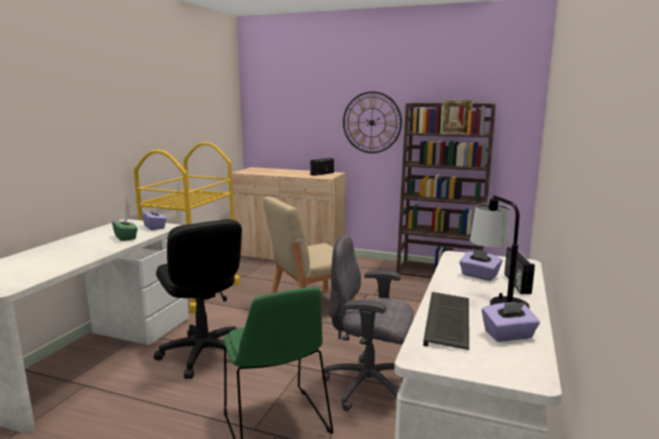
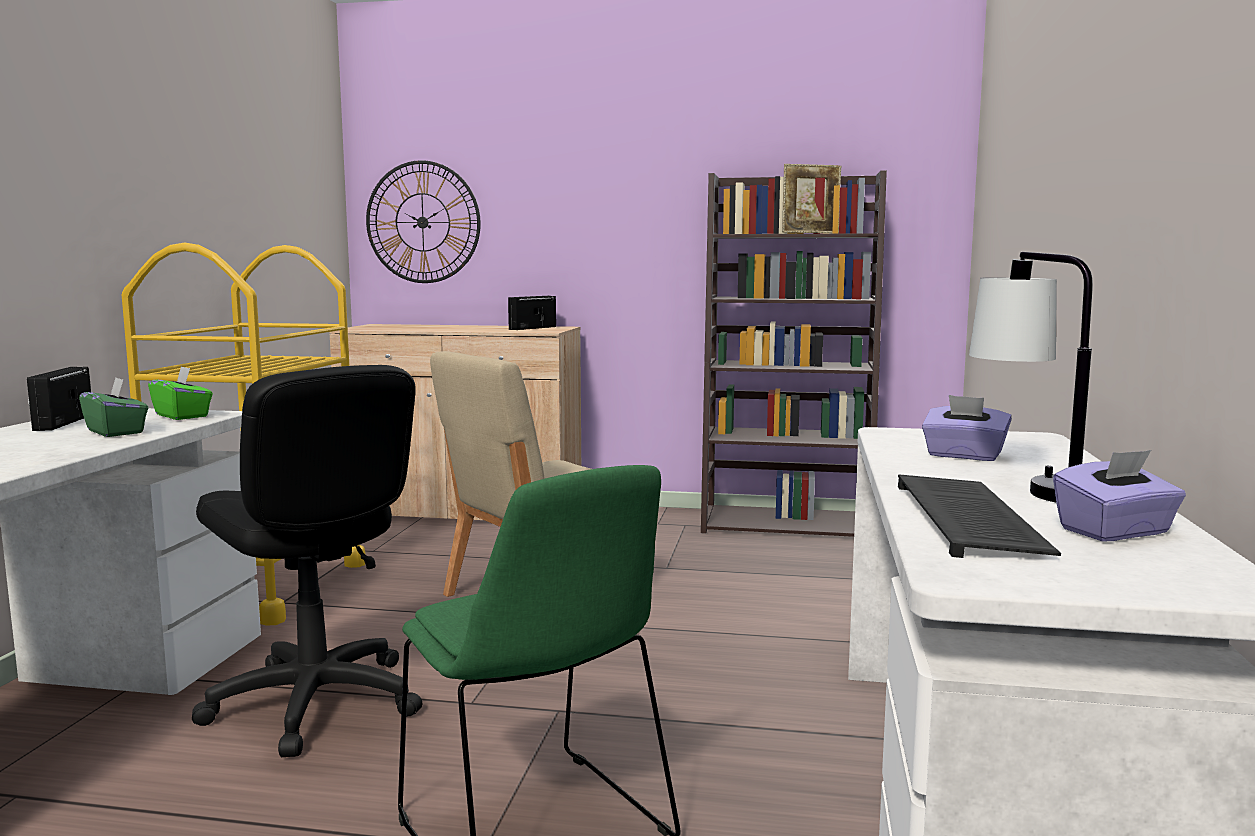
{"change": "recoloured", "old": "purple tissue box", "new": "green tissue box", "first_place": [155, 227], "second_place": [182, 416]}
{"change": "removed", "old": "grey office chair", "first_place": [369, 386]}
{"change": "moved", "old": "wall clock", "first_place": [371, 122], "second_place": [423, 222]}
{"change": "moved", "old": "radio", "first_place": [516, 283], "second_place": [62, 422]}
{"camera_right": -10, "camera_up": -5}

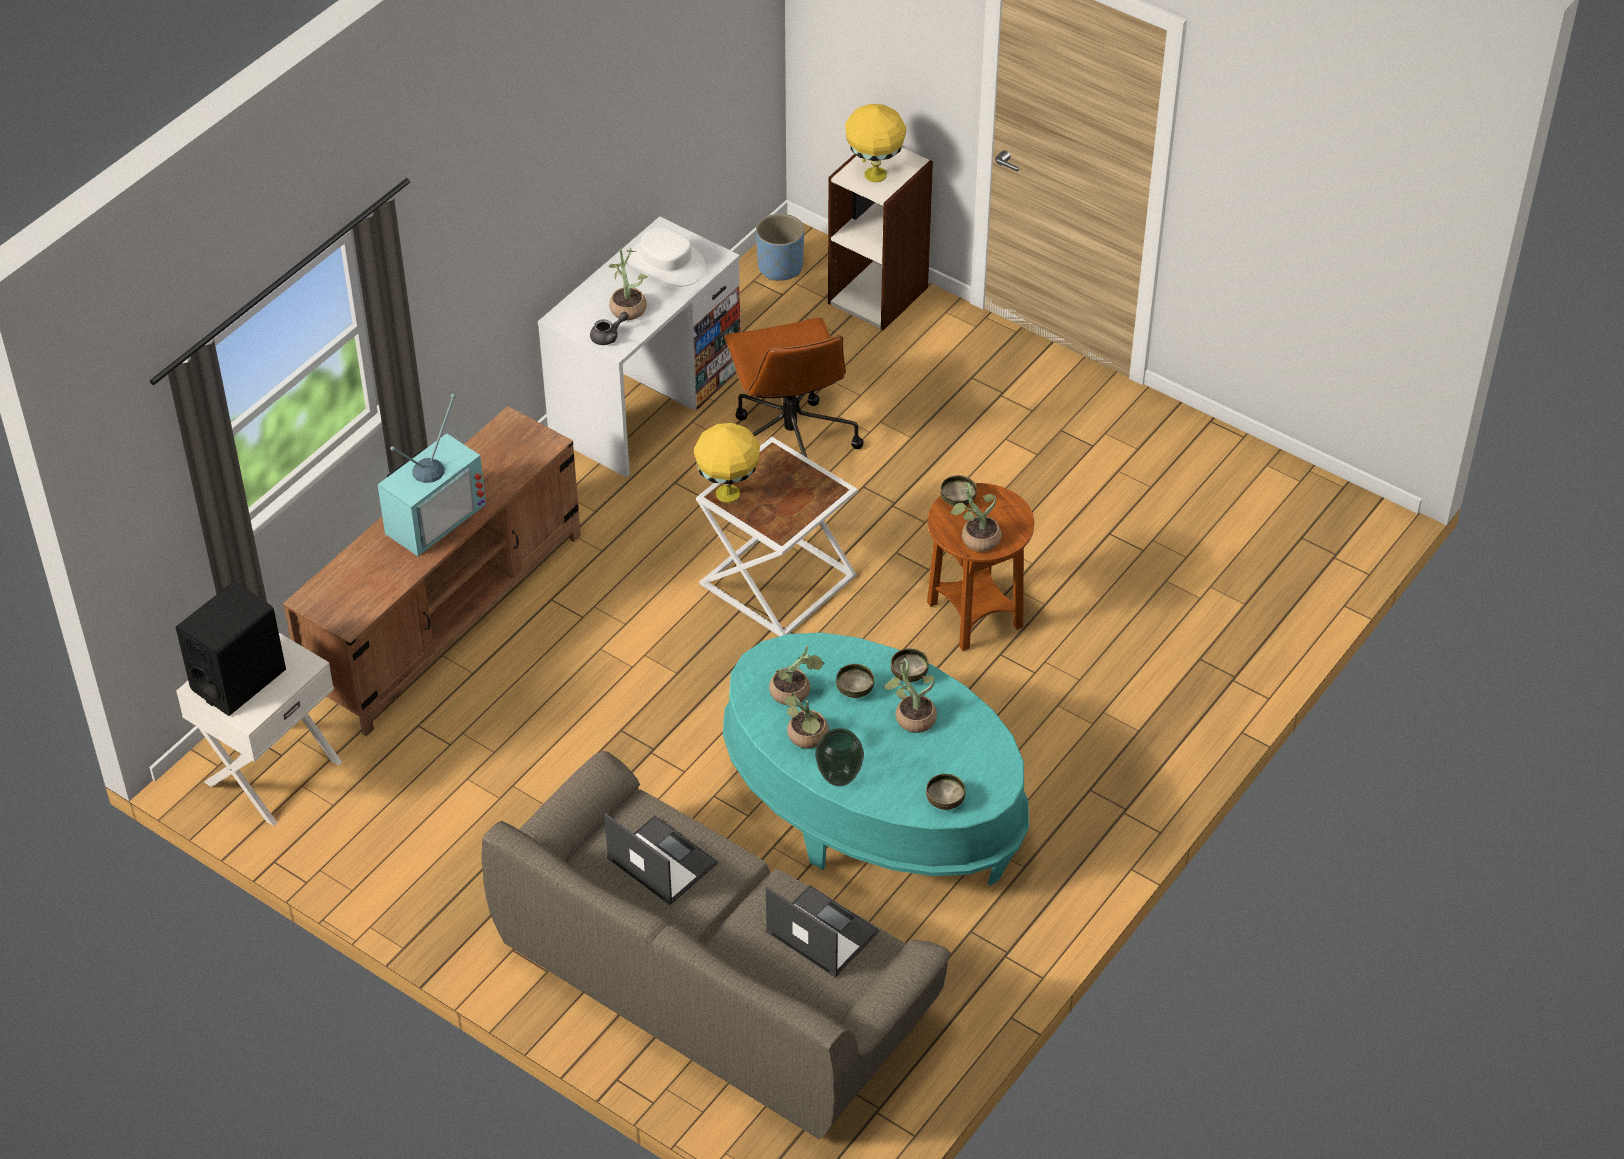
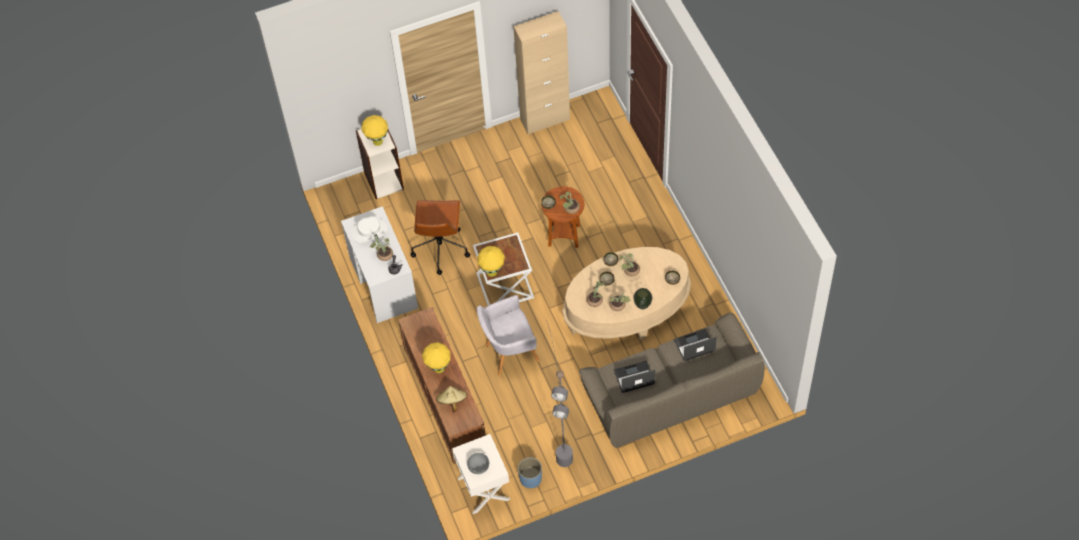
{"change": "replaced", "old": "black speaker", "new": "grey bowl", "first_place": [239, 680], "second_place": [479, 466]}
{"change": "replaced", "old": "television", "new": "yellow table lamp", "first_place": [433, 515], "second_place": [438, 368]}
{"change": "recoloured", "old": "turquoise coffee table", "new": "beige coffee table", "first_place": [873, 804], "second_place": [626, 309]}
{"change": "turned", "old": "brown office chair", "first_place": [789, 445], "second_place": [440, 248], "degrees": 75}
{"change": "moved", "old": "blue planter", "first_place": [780, 267], "second_place": [530, 479]}
{"change": "added", "new": "beige hat", "second_place": [452, 402]}
{"change": "added", "new": "grey armchair", "second_place": [509, 353]}
{"change": "added", "new": "beige cabinet", "second_place": [545, 119]}
{"change": "added", "new": "grey floor lamp", "second_place": [560, 418]}
{"camera_right": -55, "camera_up": 10}

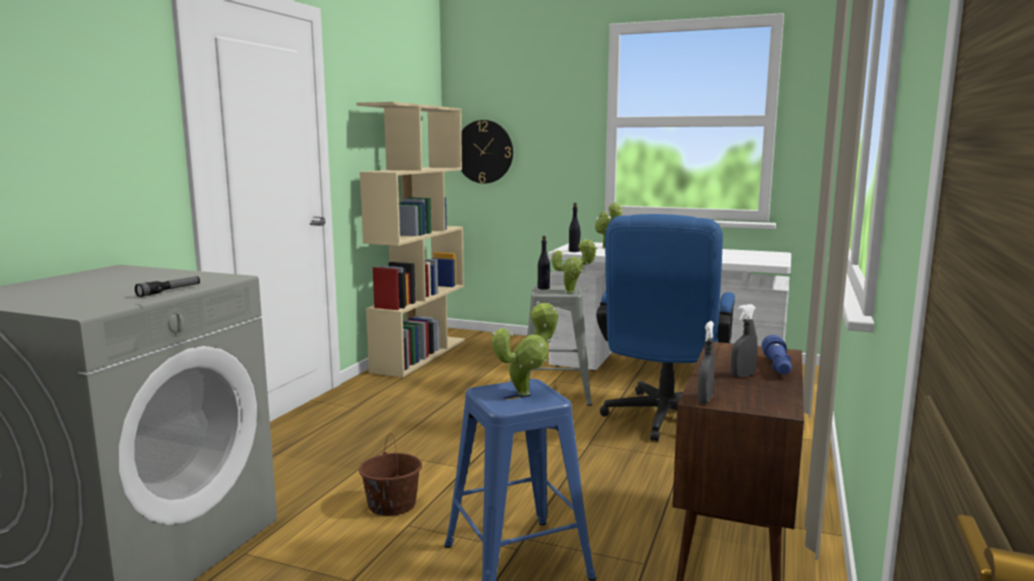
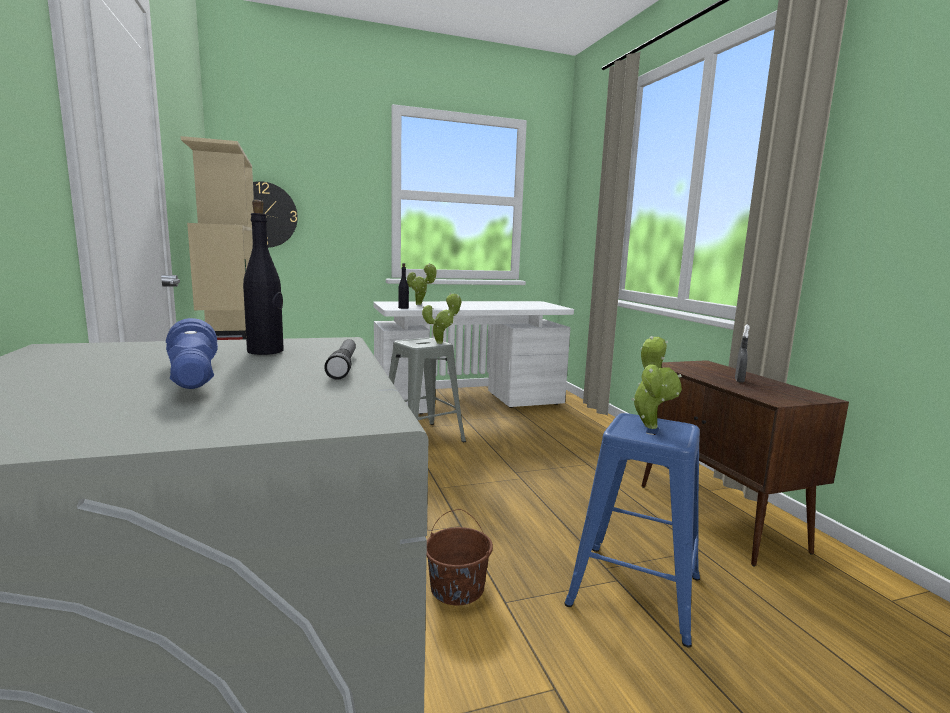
{"change": "moved", "old": "black bottle", "first_place": [543, 288], "second_place": [266, 351]}
{"change": "removed", "old": "blue office chair", "first_place": [662, 421]}
{"change": "removed", "old": "grey spray bottle", "first_place": [705, 400]}
{"change": "moved", "old": "blue flashlight", "first_place": [777, 367], "second_place": [193, 378]}
{"camera_right": -40, "camera_up": 0}

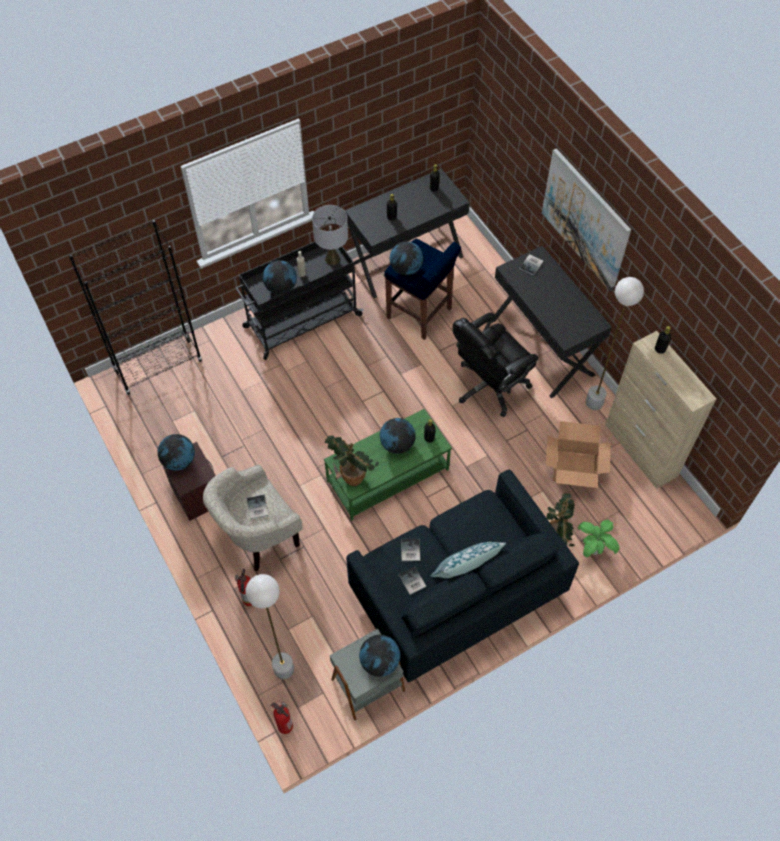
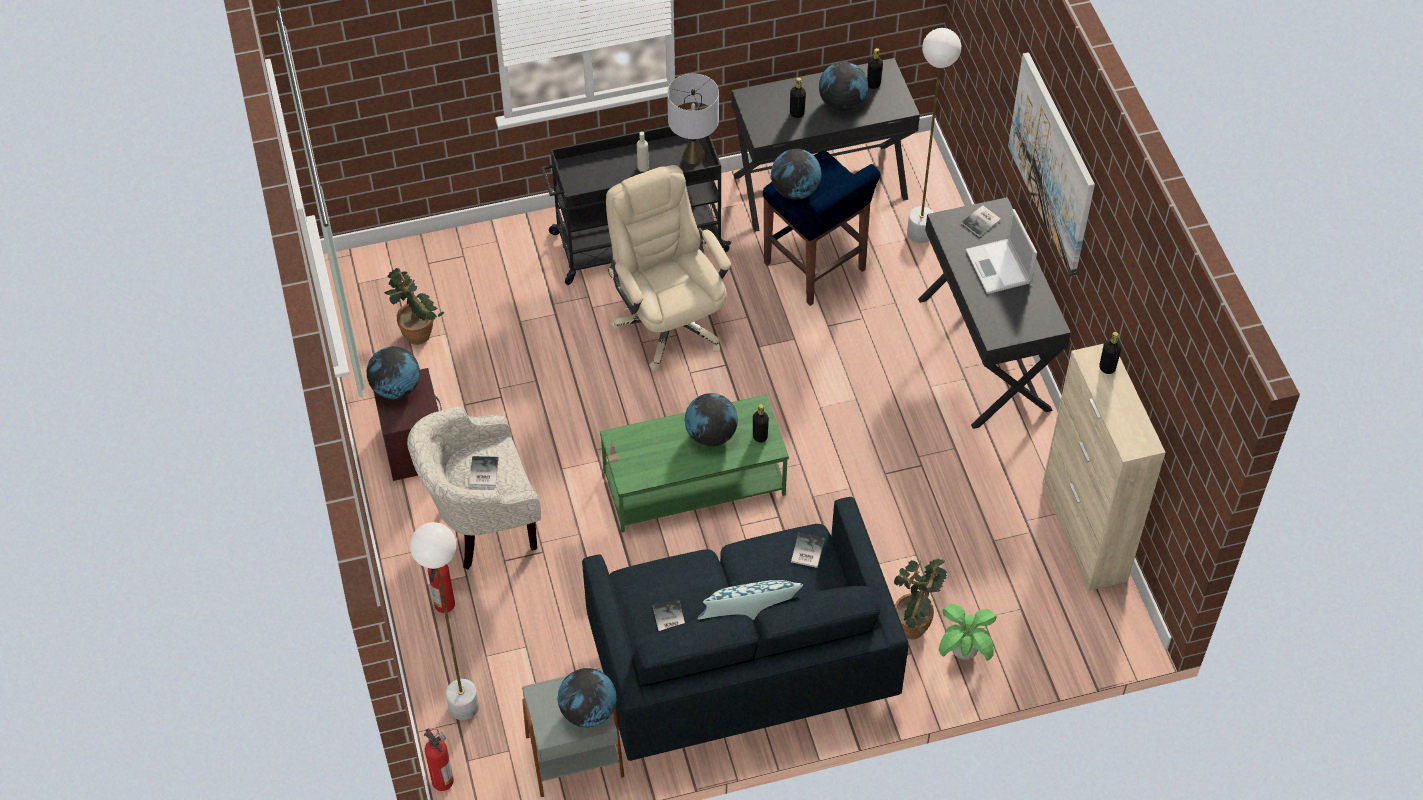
{"change": "removed", "old": "black bookcase", "first_place": [158, 366]}
{"change": "moved", "old": "globe", "first_place": [281, 288], "second_place": [842, 103]}
{"change": "moved", "old": "potted plant", "first_place": [351, 474], "second_place": [416, 330]}
{"change": "moved", "old": "book", "first_place": [409, 550], "second_place": [806, 551]}
{"change": "removed", "old": "black office chair", "first_place": [489, 386]}
{"change": "removed", "old": "cardboard box", "first_place": [574, 468]}
{"change": "moved", "old": "white floor lamp", "first_place": [594, 403], "second_place": [920, 233]}
{"change": "added", "new": "beige office chair", "second_place": [668, 322]}
{"change": "added", "new": "laptop", "second_place": [999, 267]}
{"camera_right": 15, "camera_up": -5}

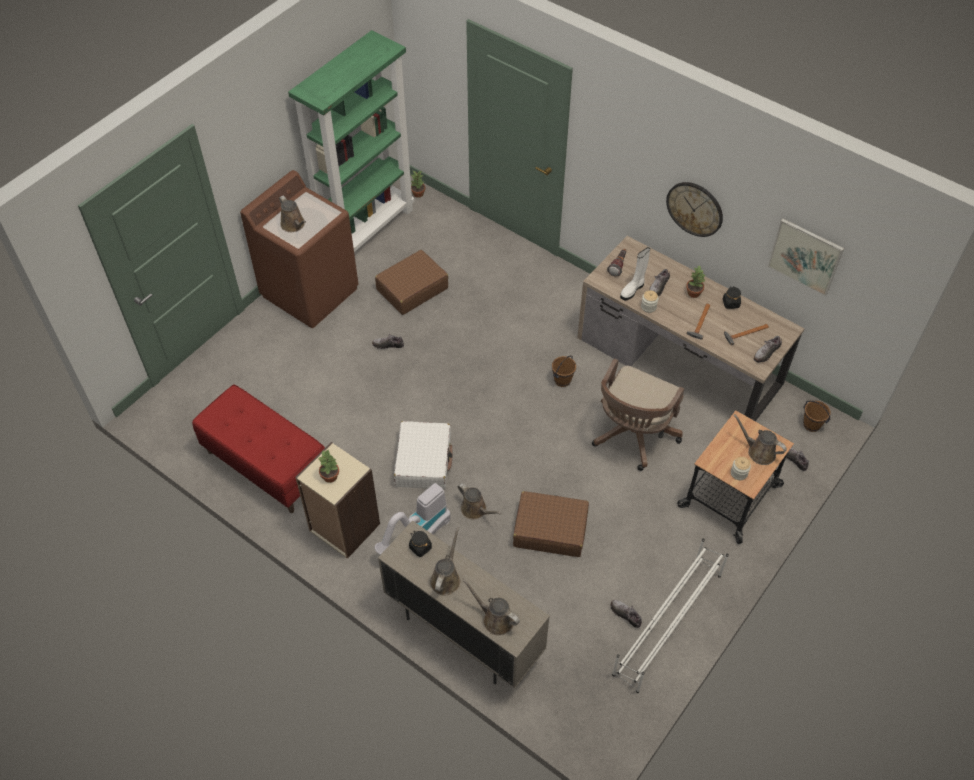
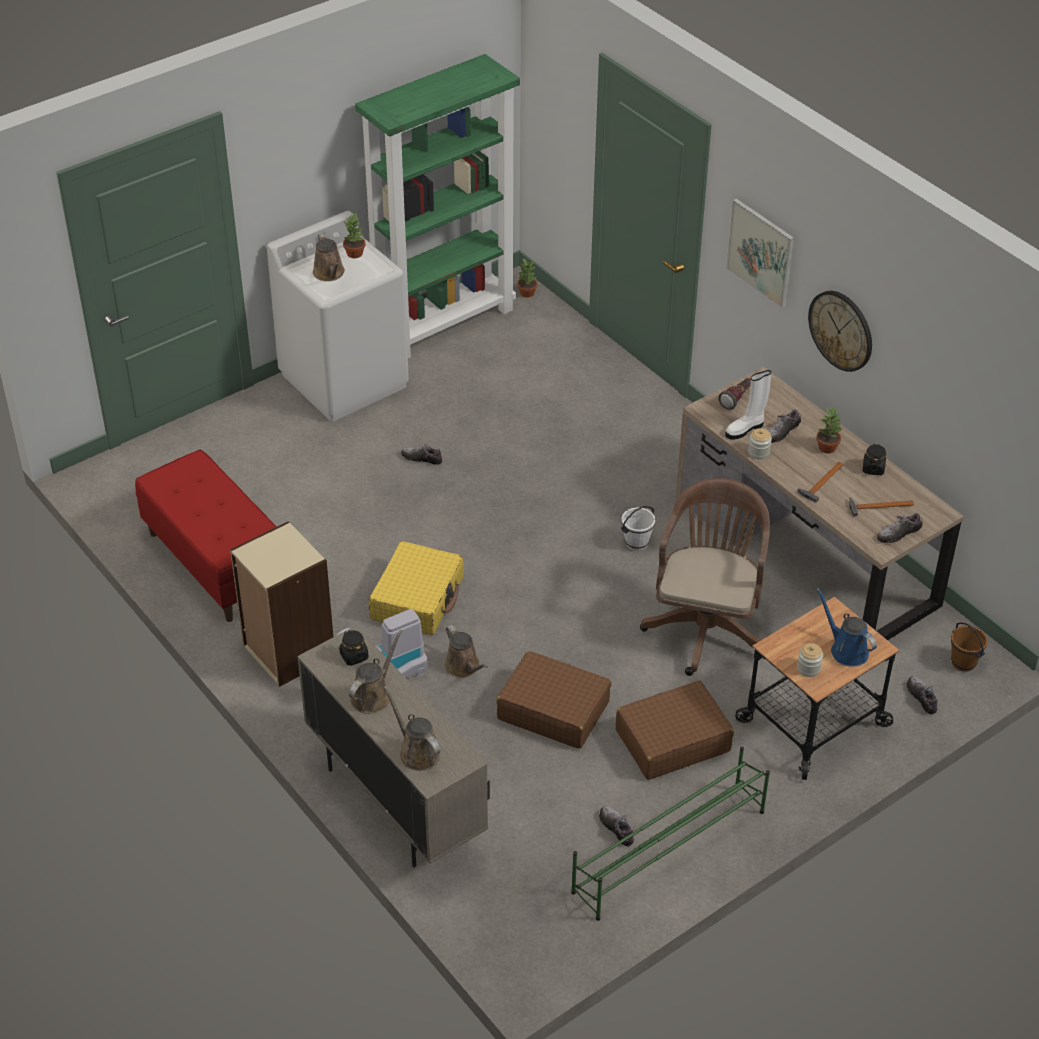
{"change": "recoloured", "old": "brown washing machine", "new": "white washing machine", "first_place": [310, 292], "second_place": [345, 380]}
{"change": "moved", "old": "potted plant", "first_place": [330, 476], "second_place": [355, 253]}
{"change": "moved", "old": "brown suitcase", "first_place": [412, 289], "second_place": [672, 740]}
{"change": "recoloured", "old": "white suitcase", "new": "yellow suitcase", "first_place": [423, 461], "second_place": [418, 598]}
{"change": "recoloured", "old": "brown bucket", "new": "white bucket", "first_place": [562, 380], "second_place": [637, 543]}
{"change": "turned", "old": "brown office chair", "first_place": [632, 436], "second_place": [706, 626], "degrees": 150}
{"change": "recoloured", "old": "white shoe rack", "new": "green shoe rack", "first_place": [667, 624], "second_place": [668, 851]}
{"change": "recoloured", "old": "brown watering can", "new": "blue watering can", "first_place": [758, 452], "second_place": [846, 650]}
{"change": "moved", "old": "picture", "first_place": [805, 256], "second_place": [761, 252]}
{"camera_right": 15, "camera_up": -10}

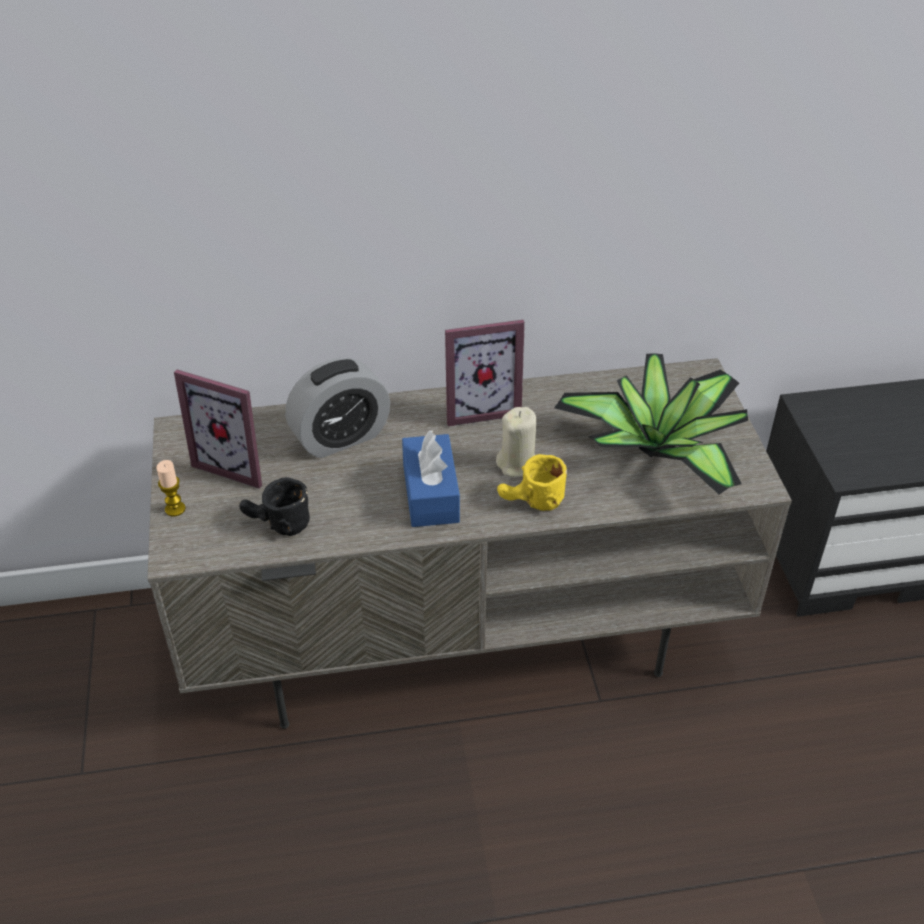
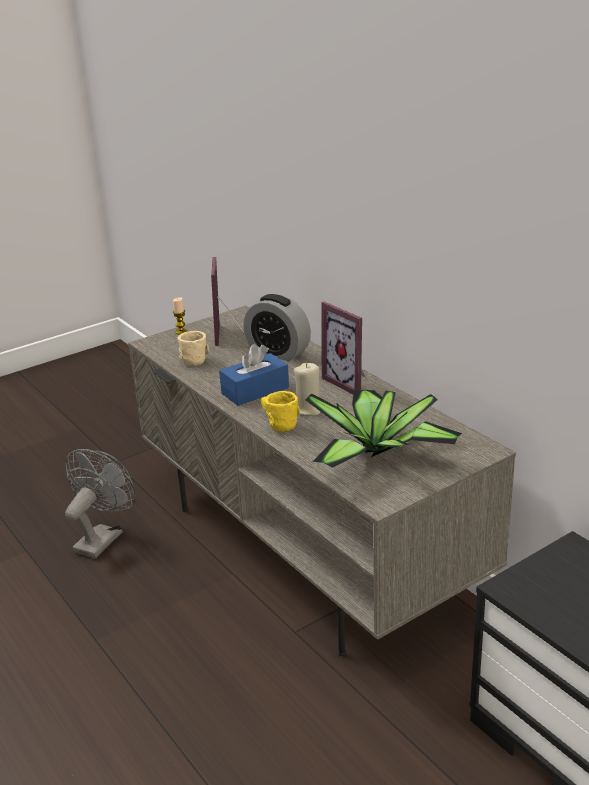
{"change": "recoloured", "old": "black mug", "new": "beige mug", "first_place": [276, 525], "second_place": [190, 358]}
{"change": "added", "new": "grey fan", "second_place": [102, 538]}
{"camera_right": 65, "camera_up": -15}

